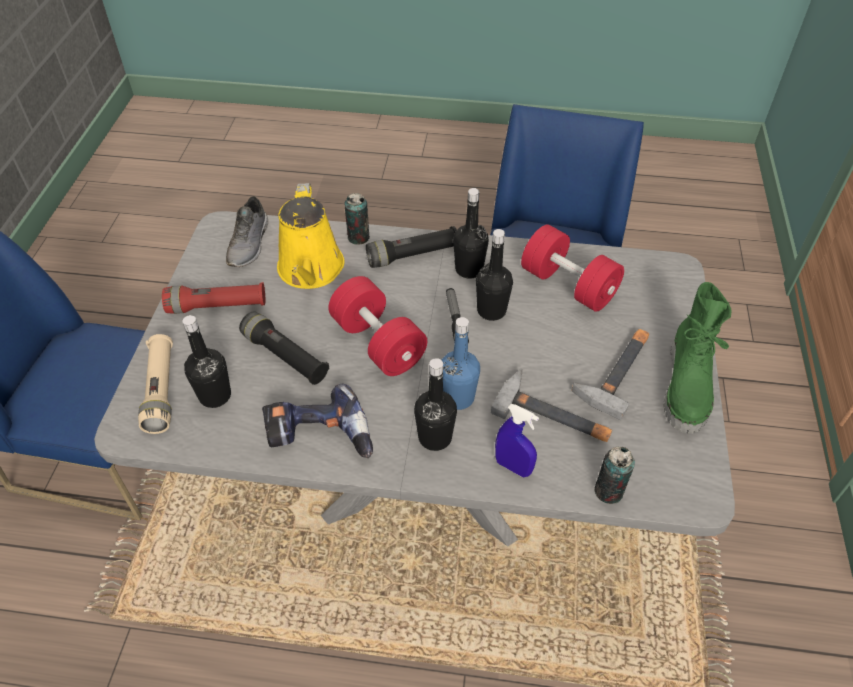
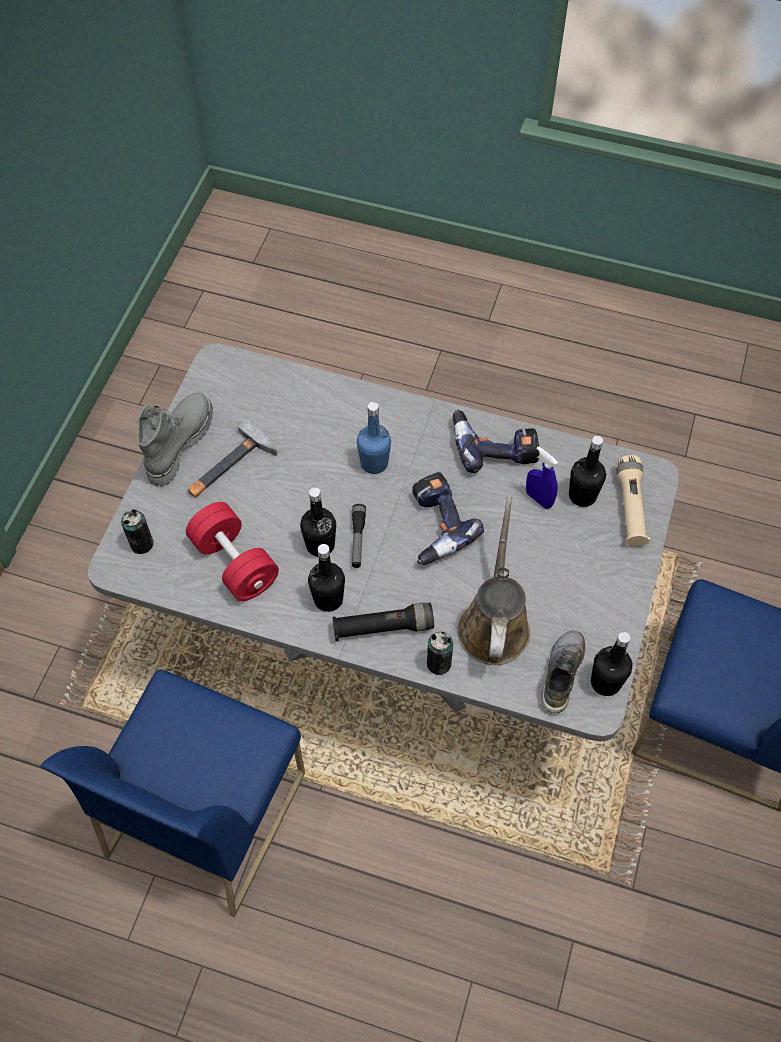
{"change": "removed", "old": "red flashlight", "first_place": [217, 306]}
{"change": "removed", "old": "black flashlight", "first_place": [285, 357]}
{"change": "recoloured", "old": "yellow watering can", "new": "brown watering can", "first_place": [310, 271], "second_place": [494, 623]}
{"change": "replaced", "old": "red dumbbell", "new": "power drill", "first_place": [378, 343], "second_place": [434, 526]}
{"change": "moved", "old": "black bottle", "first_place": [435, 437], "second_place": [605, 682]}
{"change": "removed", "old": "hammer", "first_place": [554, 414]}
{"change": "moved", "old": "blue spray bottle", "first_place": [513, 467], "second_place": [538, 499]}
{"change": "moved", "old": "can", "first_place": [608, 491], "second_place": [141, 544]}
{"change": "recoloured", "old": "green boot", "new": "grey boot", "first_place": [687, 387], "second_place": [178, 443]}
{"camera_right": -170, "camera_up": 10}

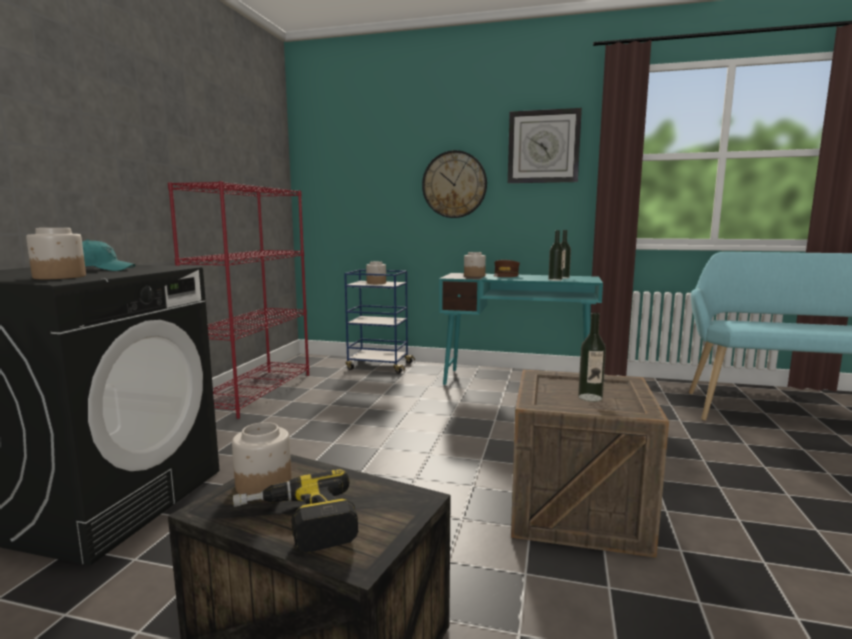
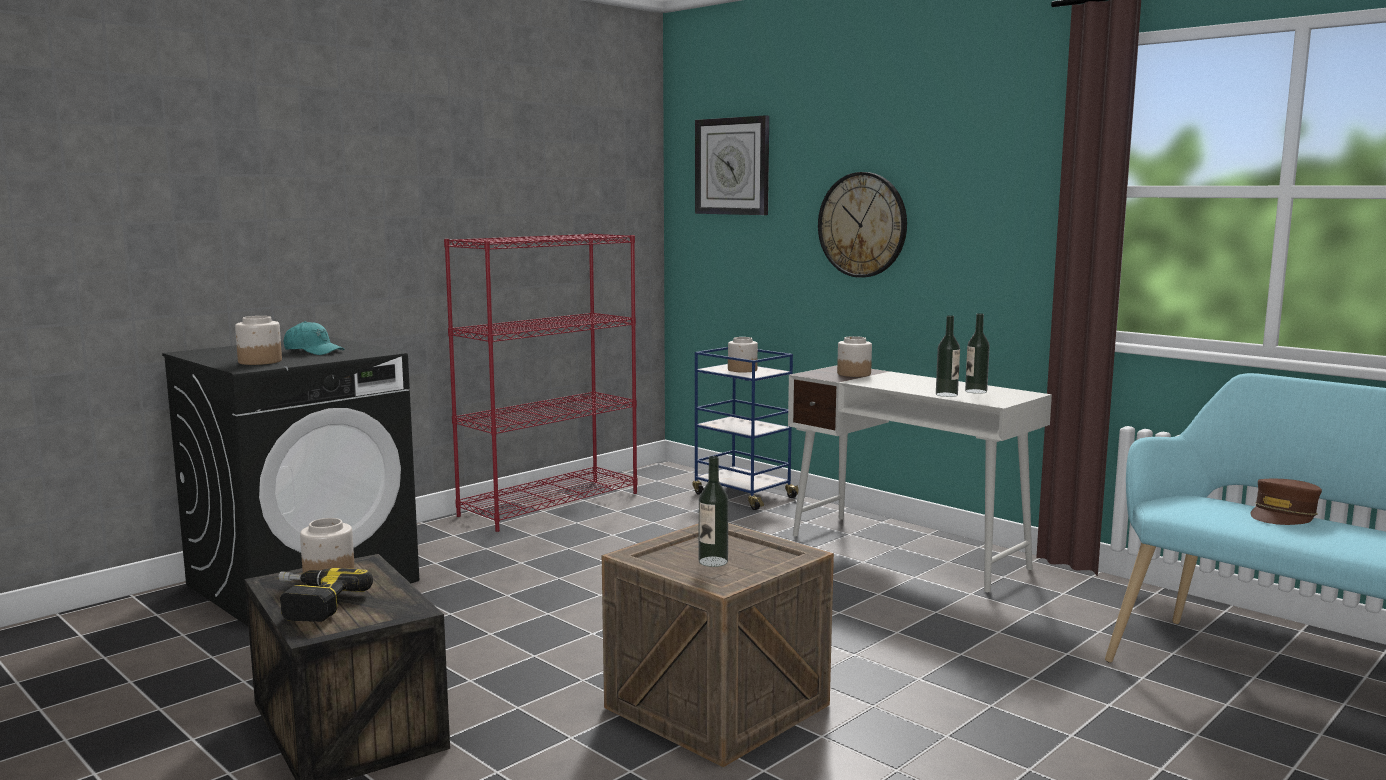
{"change": "recoloured", "old": "turquoise desk", "new": "white desk", "first_place": [517, 382], "second_place": [908, 551]}
{"change": "moved", "old": "brown cap", "first_place": [506, 276], "second_place": [1283, 515]}
{"change": "moved", "old": "wall clock", "first_place": [543, 147], "second_place": [732, 166]}
{"camera_right": 30, "camera_up": 0}

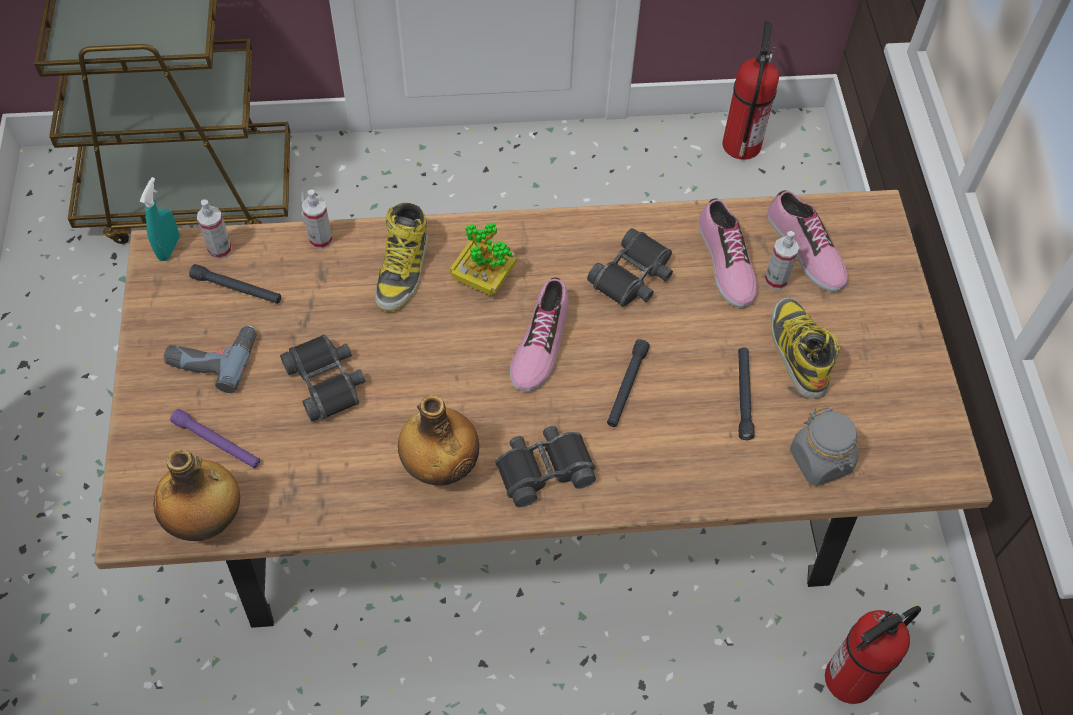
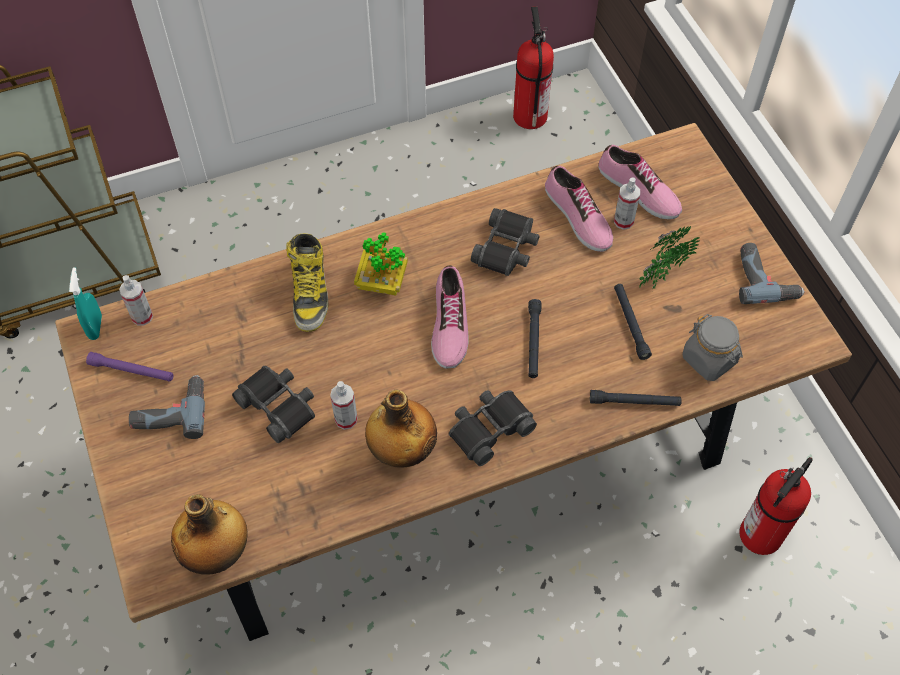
{"change": "moved", "old": "purple flashlight", "first_place": [217, 443], "second_place": [132, 371]}
{"change": "moved", "old": "black flashlight", "first_place": [237, 289], "second_place": [634, 402]}
{"change": "moved", "old": "spray bottle", "first_place": [321, 239], "second_place": [346, 419]}
{"change": "replaced", "old": "boot", "new": "potted plant", "first_place": [797, 351], "second_place": [660, 275]}
{"change": "added", "new": "power drill", "second_place": [765, 278]}
{"camera_right": -15, "camera_up": 0}

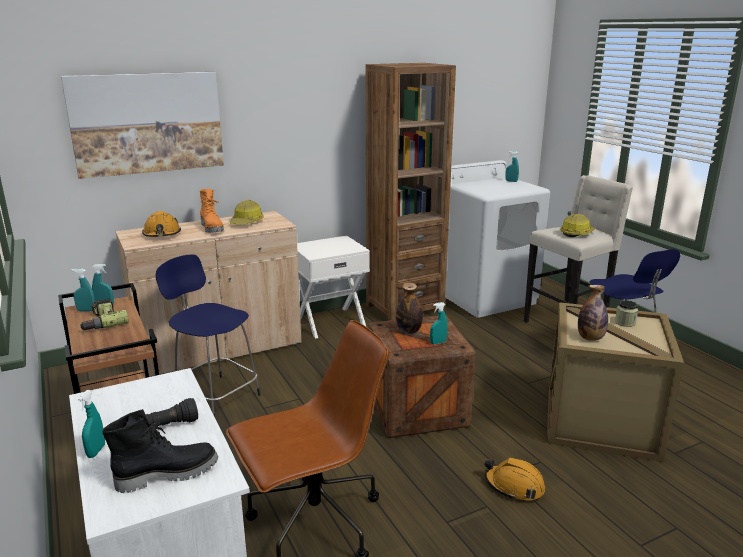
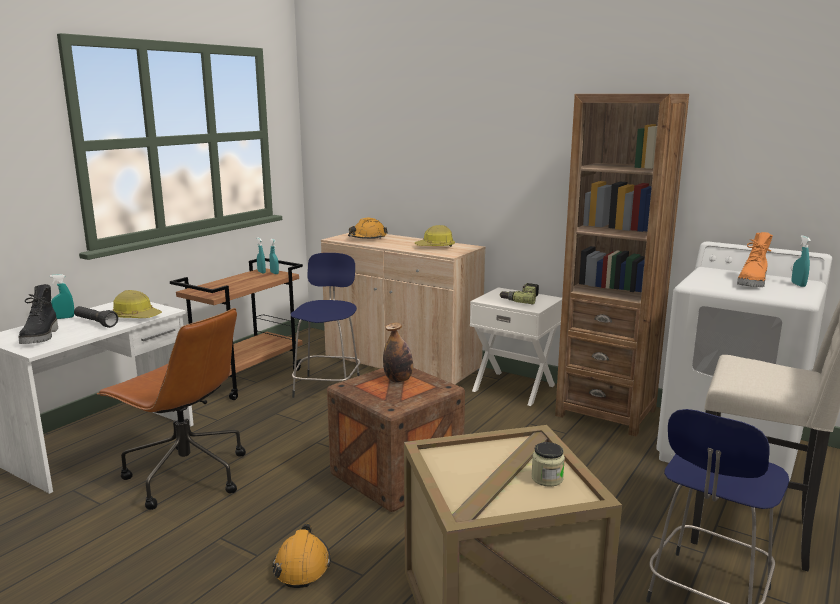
{"change": "removed", "old": "picture", "first_place": [147, 123]}
{"change": "moved", "old": "power drill", "first_place": [101, 322], "second_place": [520, 298]}
{"change": "turned", "old": "black boot", "first_place": [167, 474], "second_place": [41, 337], "degrees": 45}
{"change": "moved", "old": "orange boot", "first_place": [212, 228], "second_place": [753, 283]}
{"change": "removed", "old": "turquoise spray bottle", "first_place": [438, 342]}
{"change": "moved", "old": "hard hat", "first_place": [576, 233], "second_place": [136, 317]}
{"change": "removed", "old": "bottle", "first_place": [590, 338]}
{"camera_right": 60, "camera_up": -5}

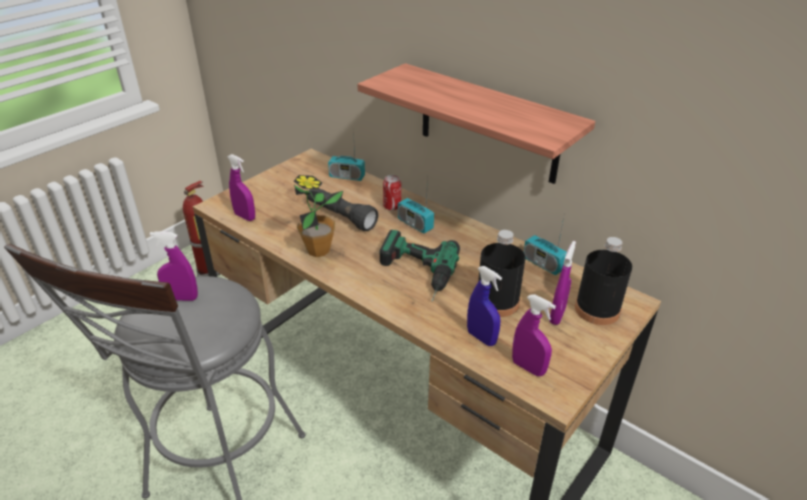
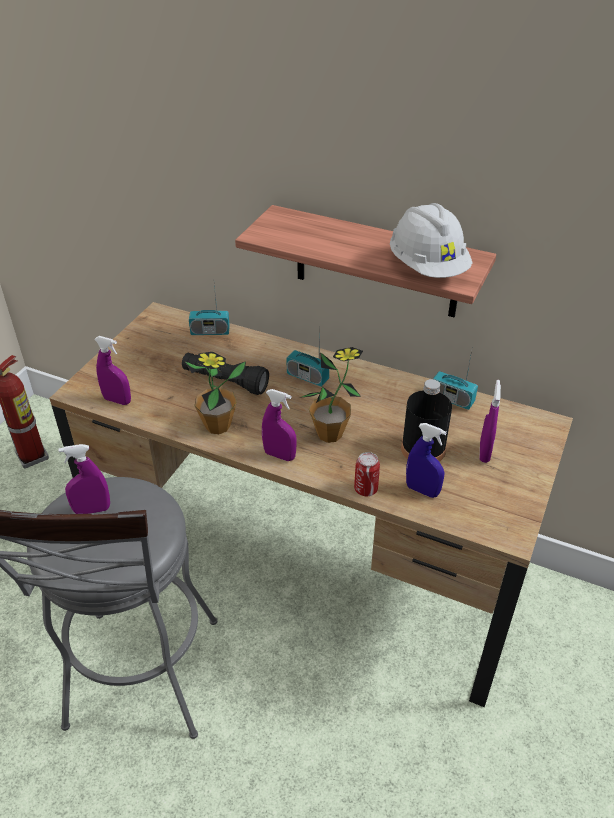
{"change": "replaced", "old": "power drill", "new": "potted plant", "first_place": [414, 274], "second_place": [330, 434]}
{"change": "moved", "old": "can", "first_place": [392, 207], "second_place": [365, 489]}
{"change": "moved", "old": "purple spray bottle", "first_place": [528, 367], "second_place": [279, 455]}
{"change": "removed", "old": "black bottle", "first_place": [597, 309]}
{"change": "added", "new": "white hard hat", "second_place": [427, 267]}
{"camera_right": -15, "camera_up": 5}

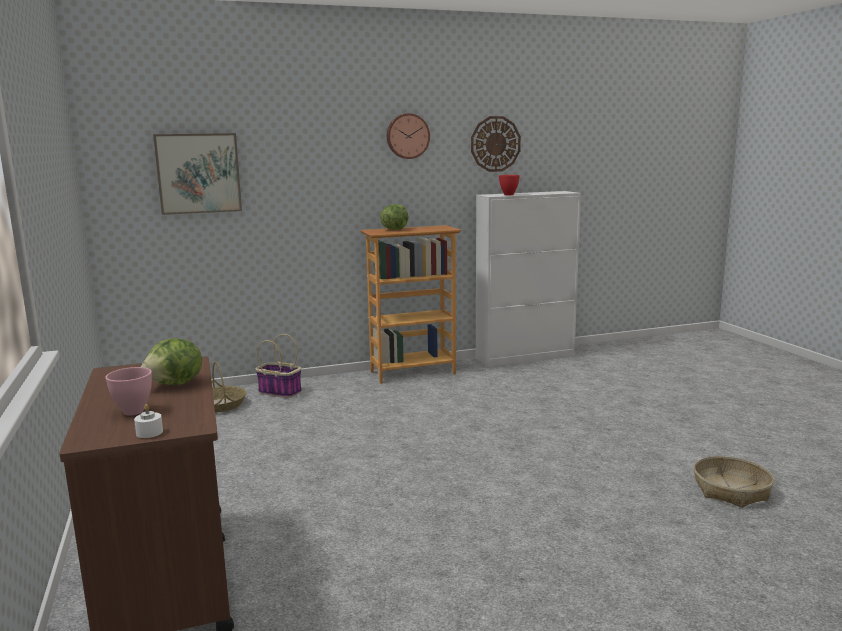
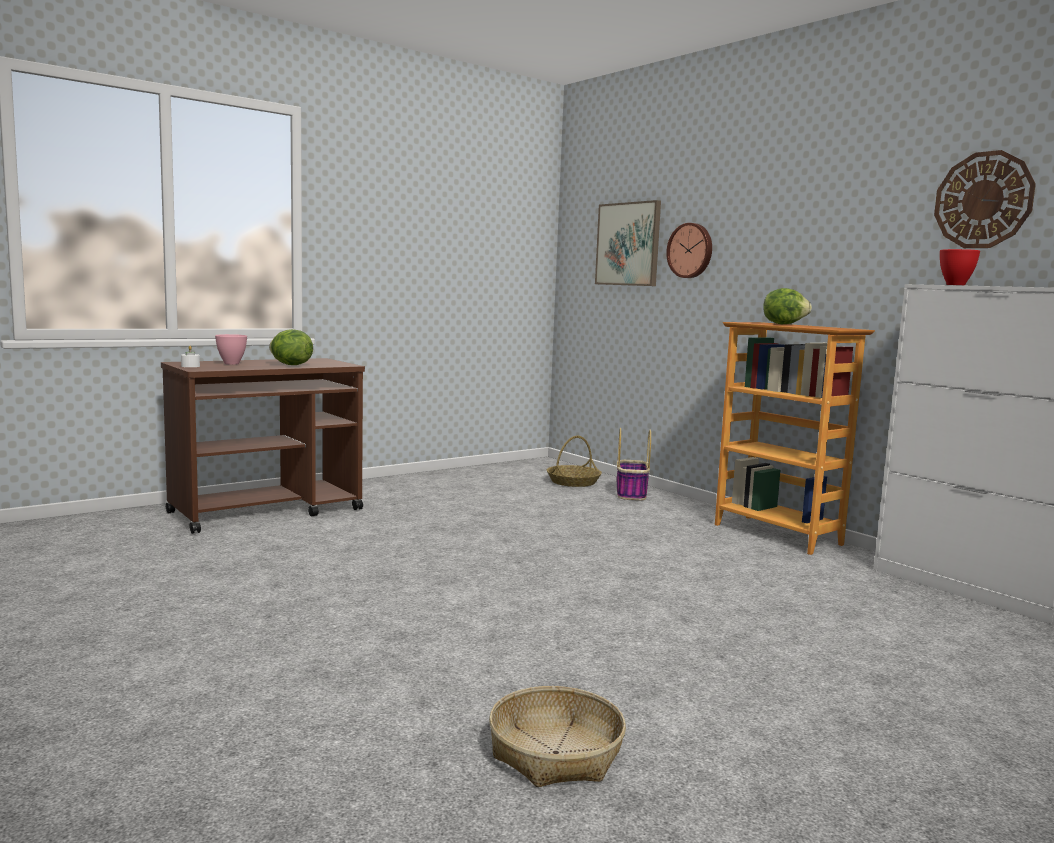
{"change": "moved", "old": "wall clock", "first_place": [407, 136], "second_place": [691, 250]}
{"camera_right": 70, "camera_up": -5}

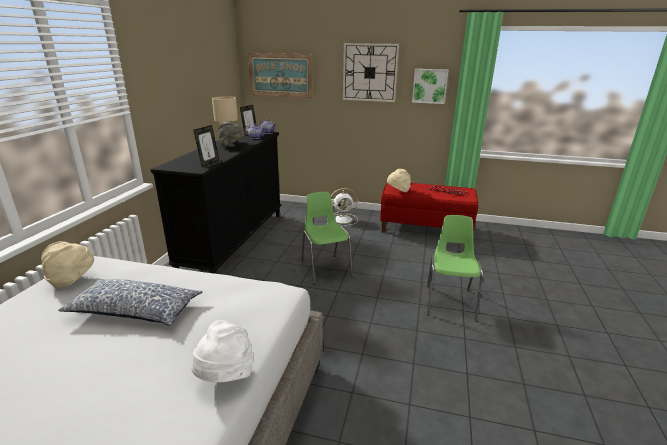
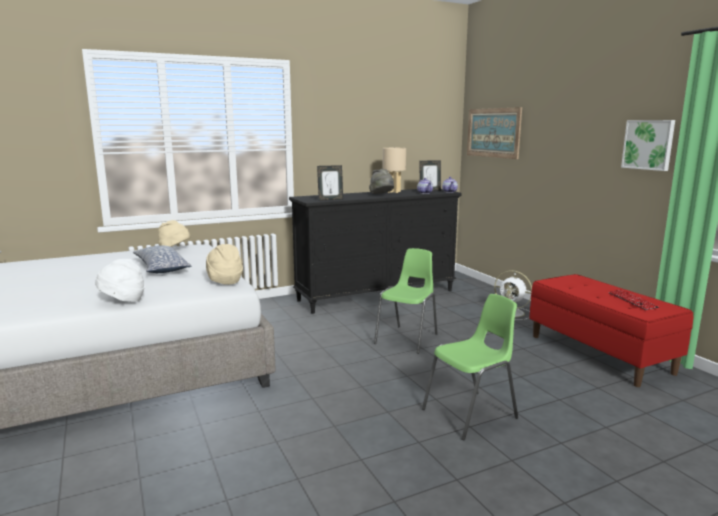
{"change": "removed", "old": "wall clock", "first_place": [370, 72]}
{"change": "moved", "old": "beige hat", "first_place": [398, 191], "second_place": [224, 281]}
{"camera_right": 50, "camera_up": -10}

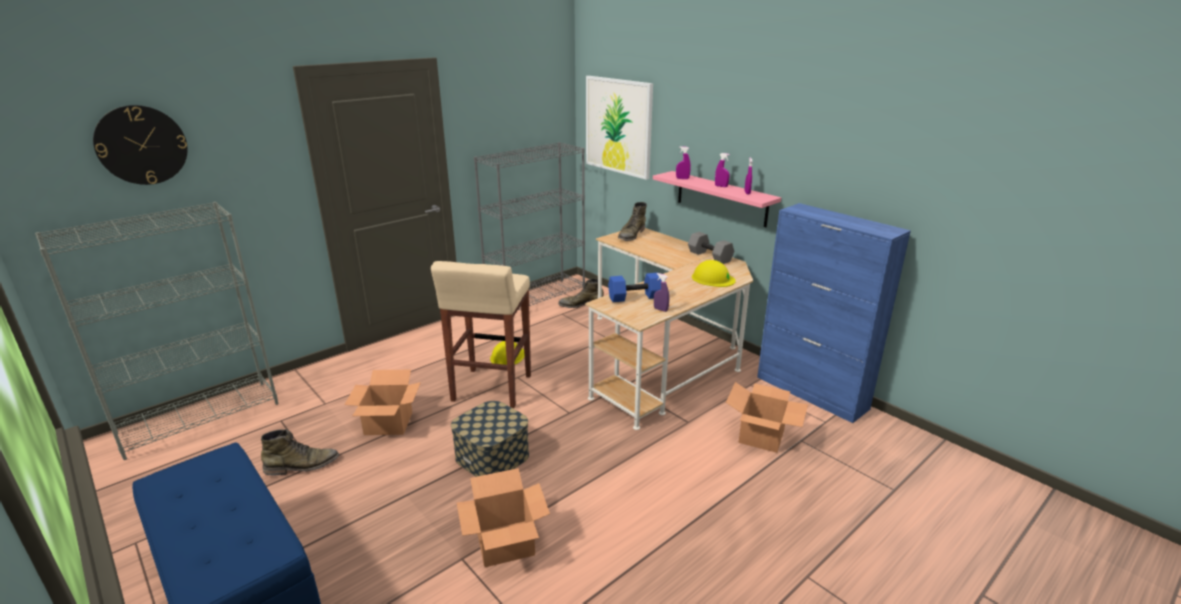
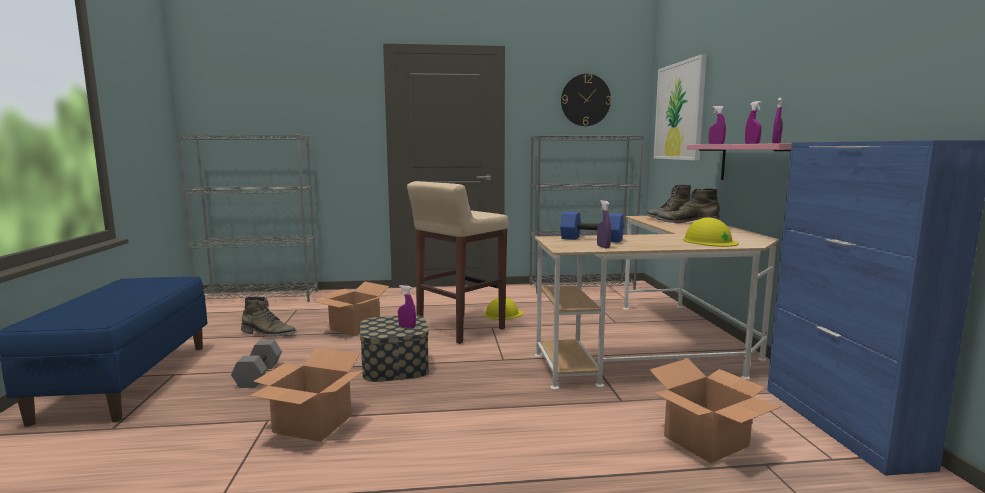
{"change": "moved", "old": "wall clock", "first_place": [141, 145], "second_place": [585, 100]}
{"change": "moved", "old": "green boot", "first_place": [581, 304], "second_place": [687, 222]}
{"change": "moved", "old": "grey dumbbell", "first_place": [709, 256], "second_place": [258, 374]}
{"change": "added", "new": "purple spray bottle", "second_place": [407, 327]}
{"camera_right": 35, "camera_up": -15}

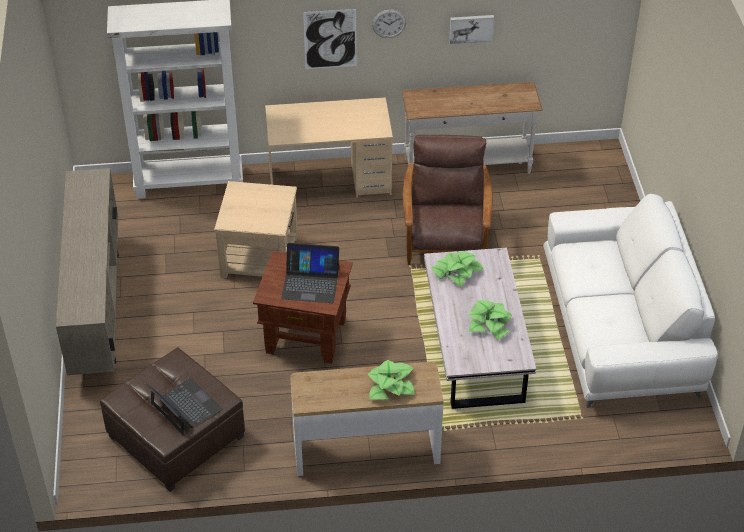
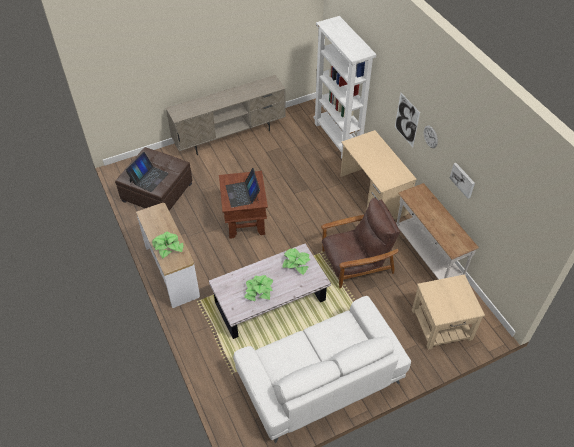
{"change": "moved", "old": "beige side table", "first_place": [260, 256], "second_place": [441, 325]}
{"camera_right": 70, "camera_up": 5}

